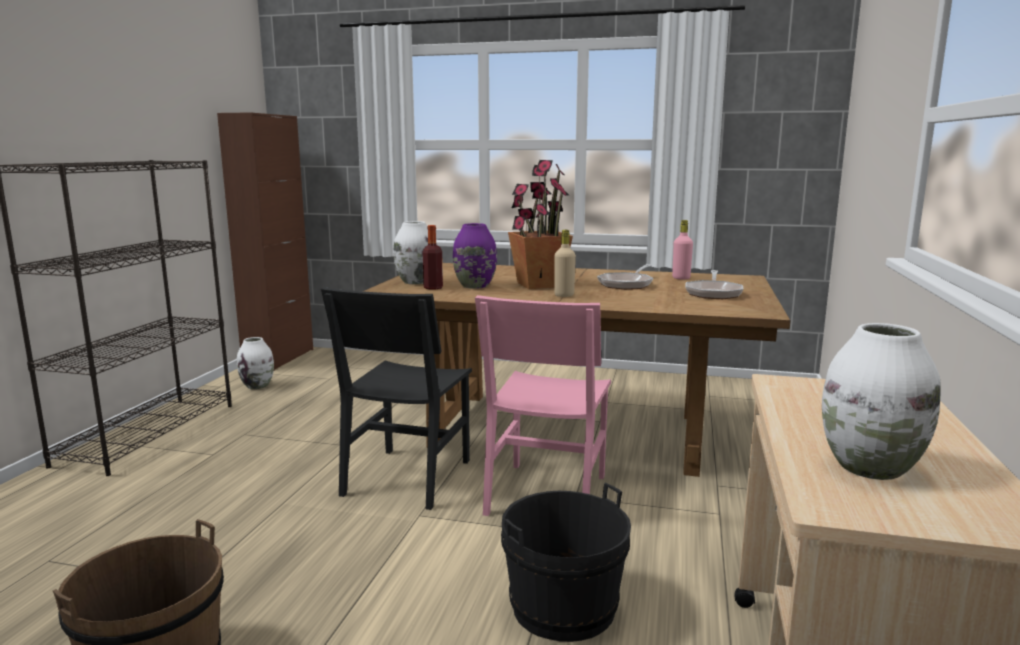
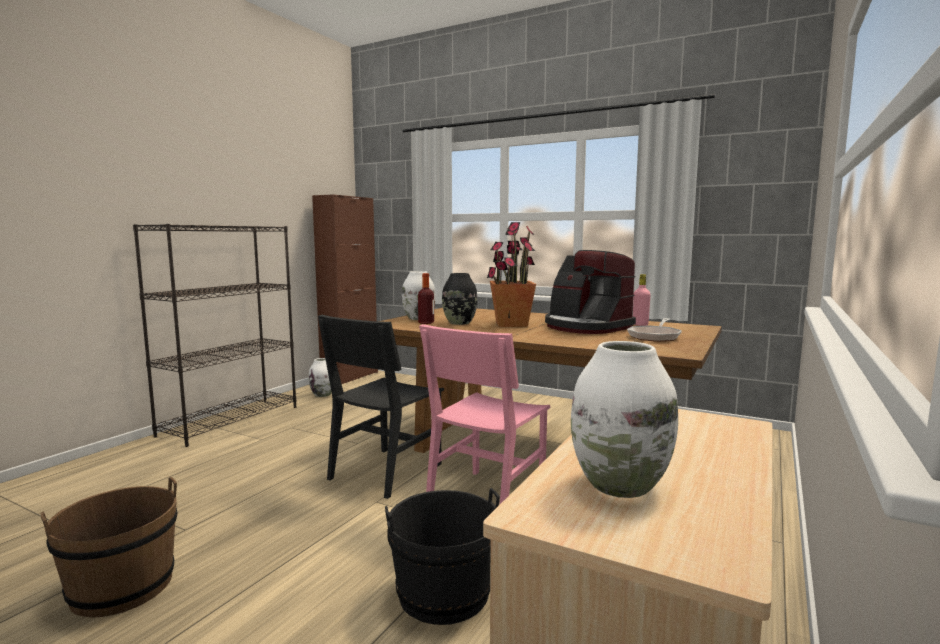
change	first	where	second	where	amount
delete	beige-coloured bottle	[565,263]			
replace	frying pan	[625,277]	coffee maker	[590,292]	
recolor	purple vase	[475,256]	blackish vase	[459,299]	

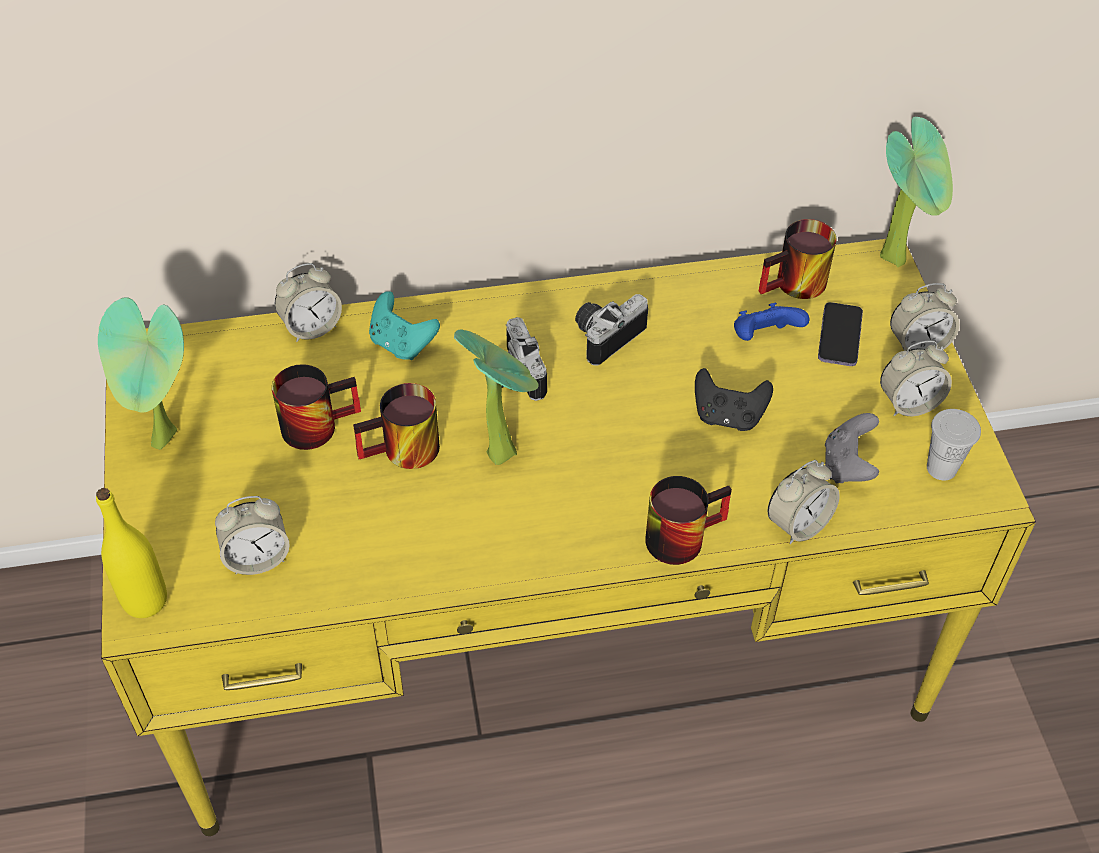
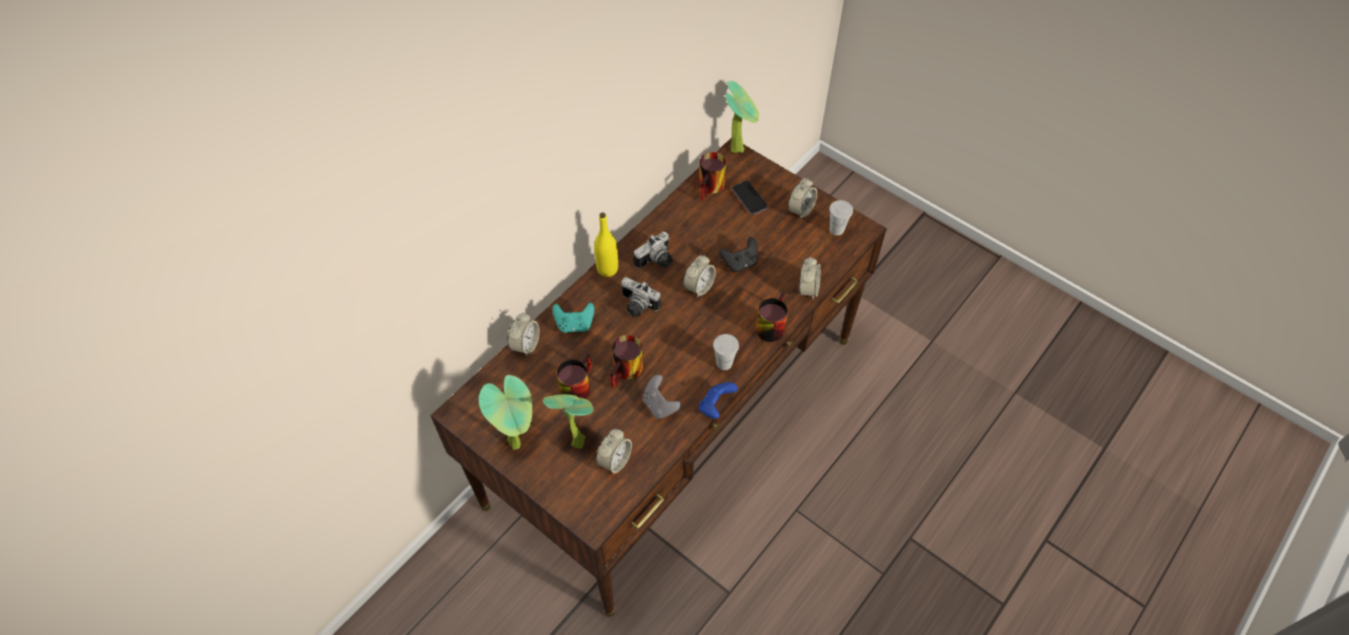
change	first	where	second	where	amount
insert			whitish drinking cup	[726,352]	
move	yellow bottle	[131,553]		[606,245]	
move	plant in a pot	[496,397]		[568,421]	
move	blue-coloured game controller	[771,322]		[718,400]	
move	grey game controller	[852,448]		[662,397]	
move	alarm clock	[924,317]		[699,276]	
recolor	yellow desk	[568,537]	brownish desk	[659,377]	
rotate	photo camera	[611,330]		[653,250]	135 degrees counterclockwise

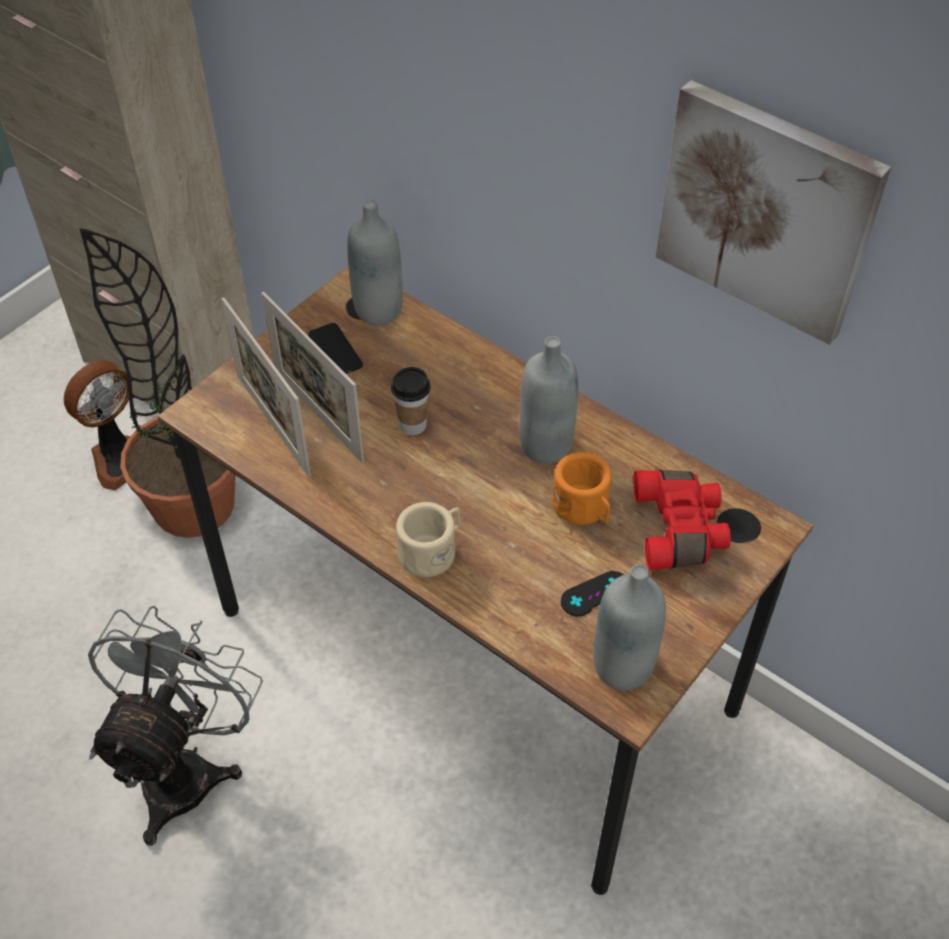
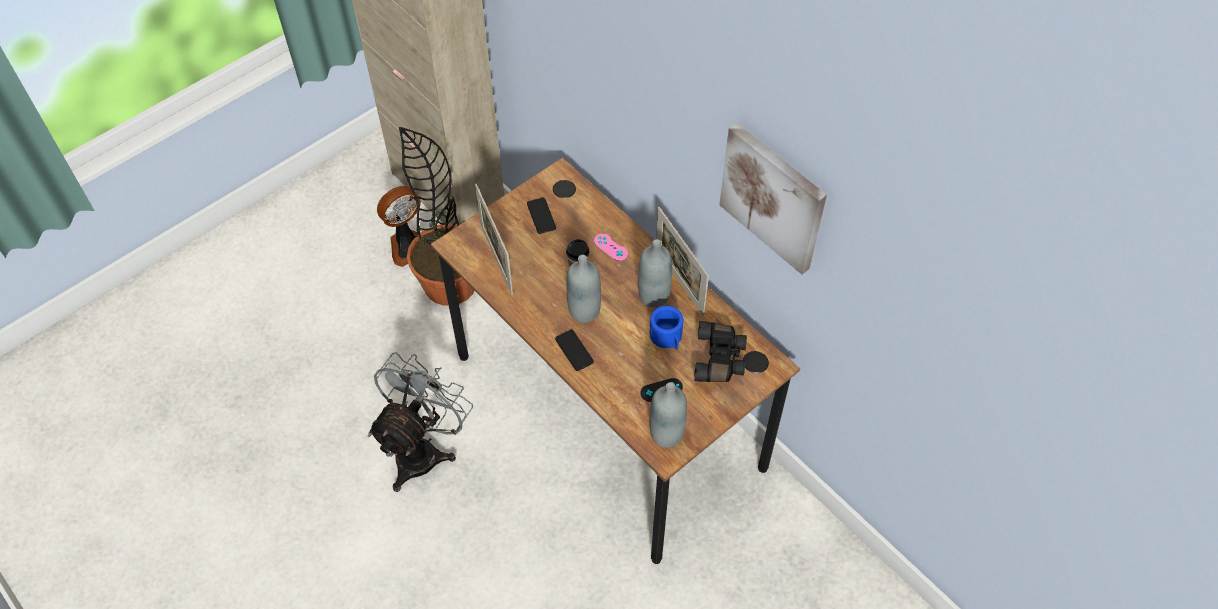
change	first	where	second	where	amount
insert			pinkish game controller	[611,247]	
move	standing frame	[312,377]		[682,261]	
move	grey bottle	[375,262]		[583,289]	
replace	beige-coloured tea mug	[428,539]	handset	[574,350]	
recolor	orange-coloured tea mug	[582,488]	blue-coloured tea mug	[666,328]	
recolor	red-coloured pair of binoculars	[682,520]	blackish pair of binoculars	[720,351]	

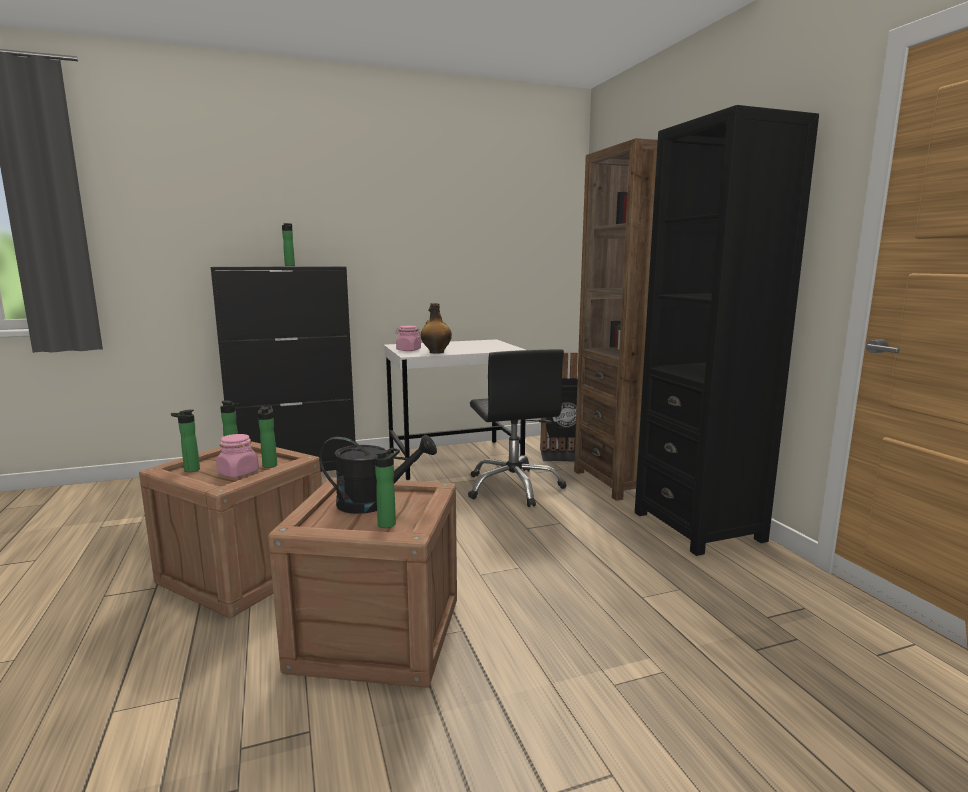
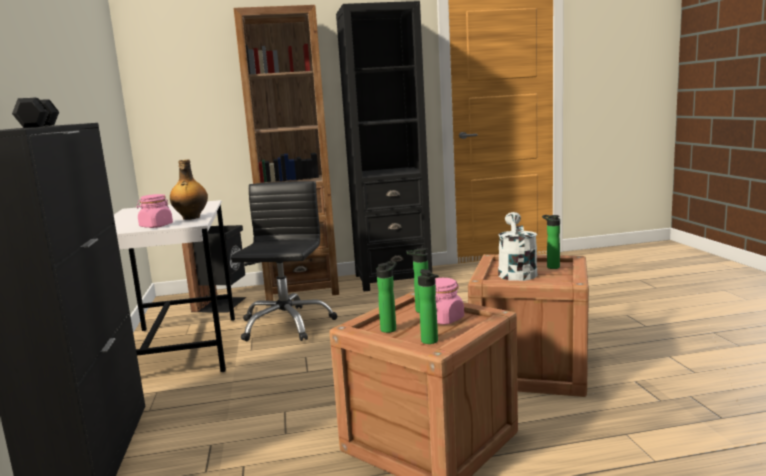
change	first	where	second	where	amount
replace	bottle	[288,244]	blackish dumbbell	[35,113]	
recolor	blackish watering pot	[378,474]	whitish watering pot	[517,246]	
rotate	blackish computer chair	[517,428]		[284,261]	75 degrees counterclockwise

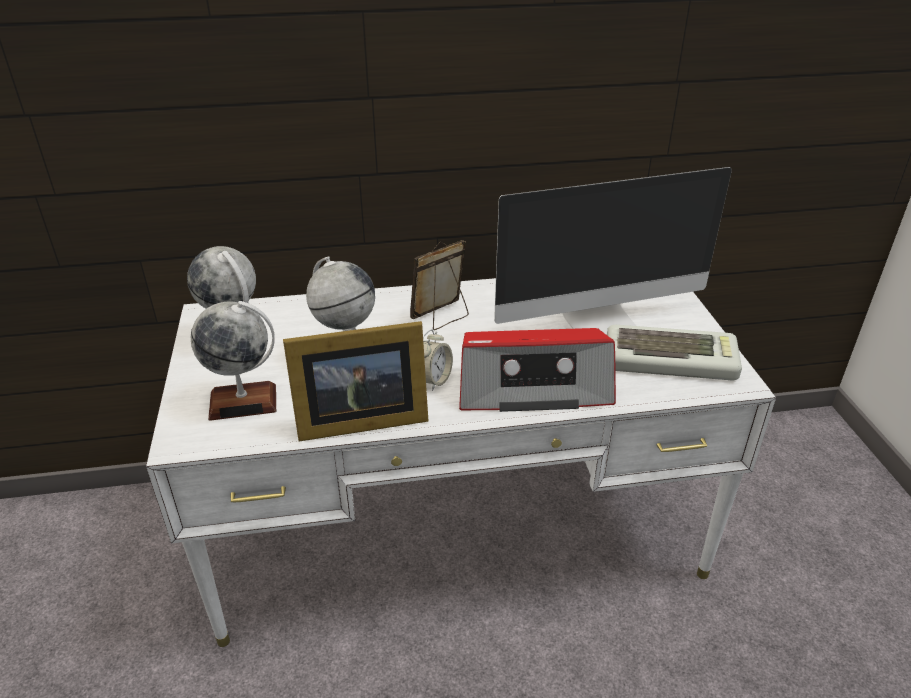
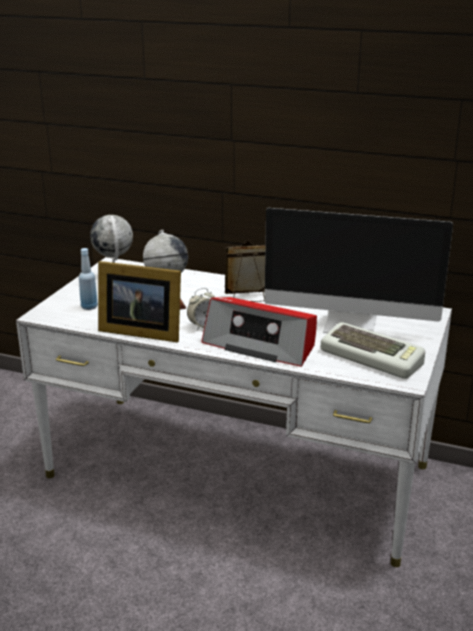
change	first	where	second	where	amount
replace	desk globe	[233,361]	blue-coloured bottle	[88,279]	

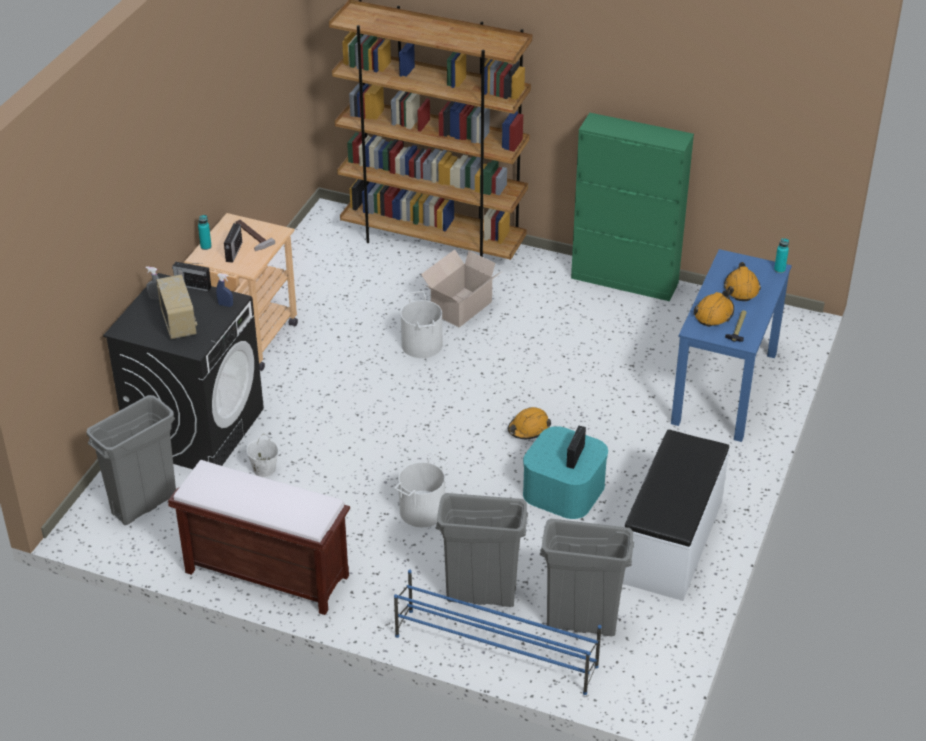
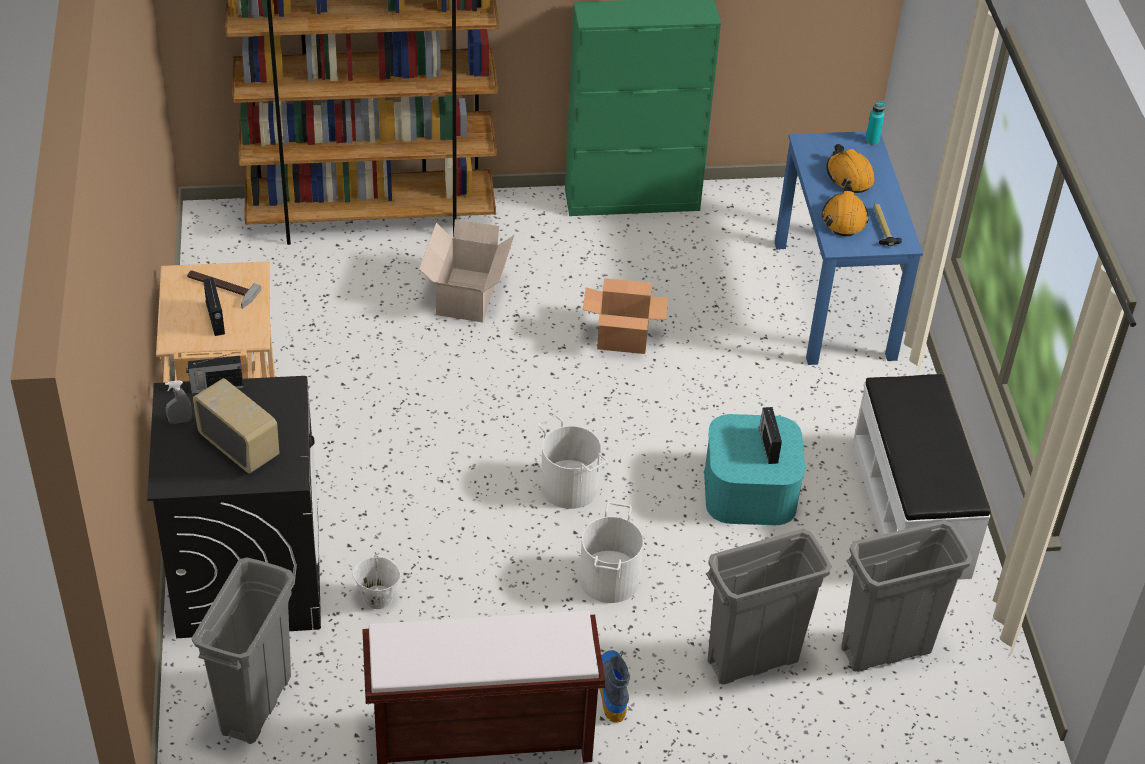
change	first	where	second	where	amount
delete	blue-green bottle	[205,232]			
delete	blue-coloured hand sprayer	[224,290]			
delete	blue-coloured shoe stand	[498,632]			
delete	orange-coloured hard hat	[529,423]			
insert			cardboard box	[625,316]	
insert			tall boot	[614,686]	
move	whitish water bucket	[421,324]		[572,461]	

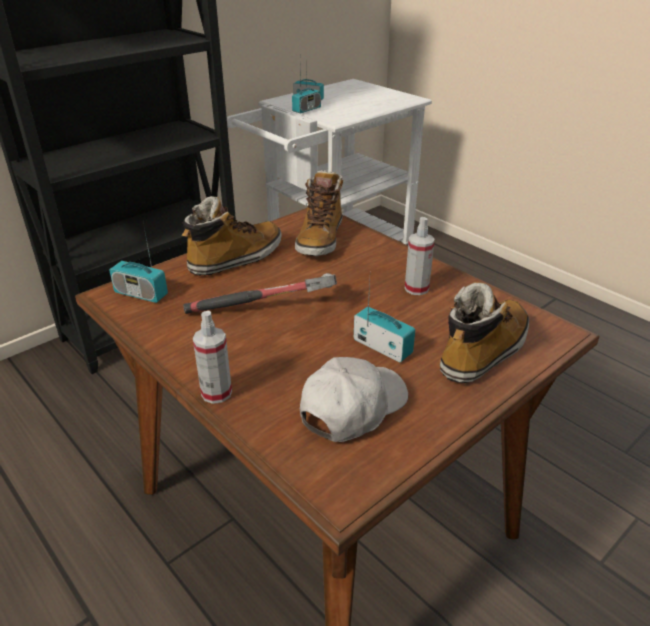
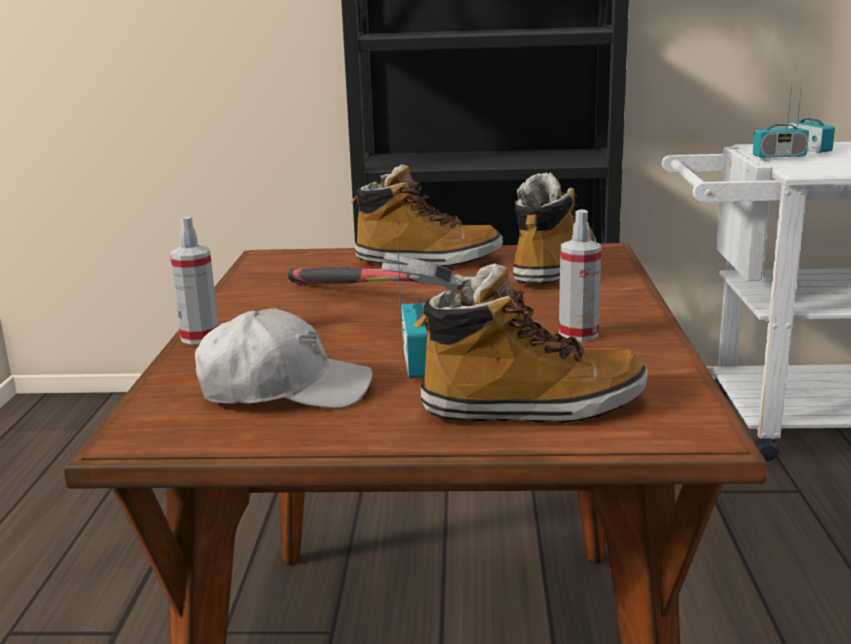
change	first	where	second	where	amount
delete	radio receiver	[138,262]			
rotate	tall boot	[319,213]		[554,228]	150 degrees clockwise

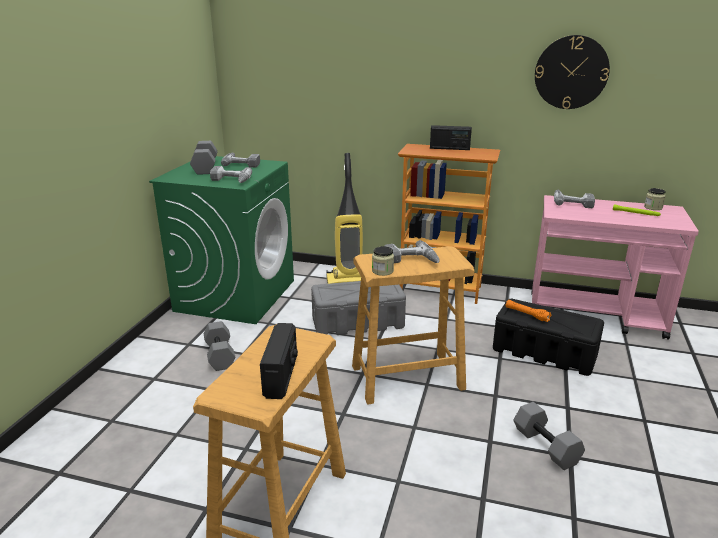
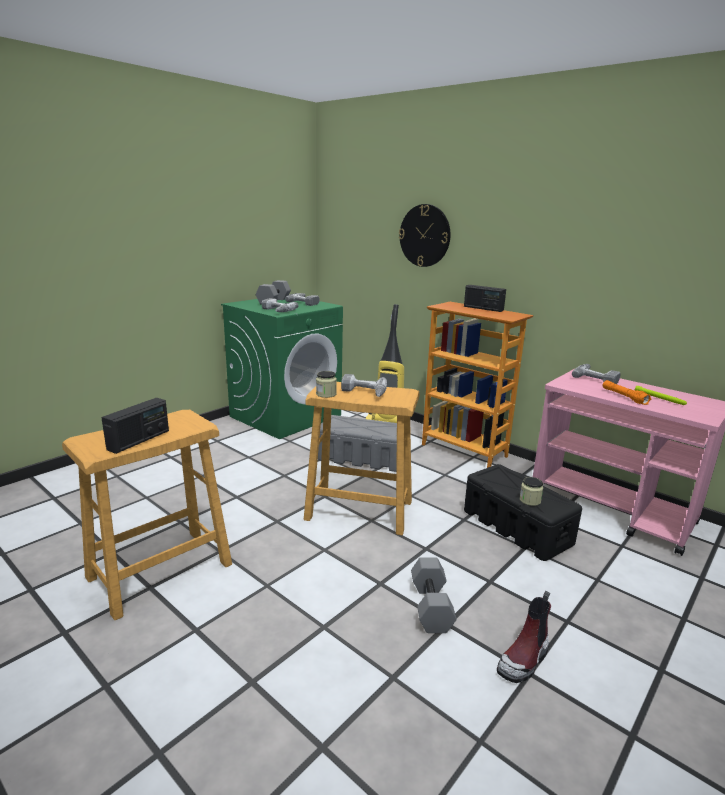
change	first	where	second	where	amount
delete	grey dumbbell	[219,346]			
insert			tall boot	[524,637]	
move	orange-coloured torch	[529,311]		[627,392]	
move	wall clock	[572,72]		[424,235]	
move	jar	[655,199]		[531,491]	

